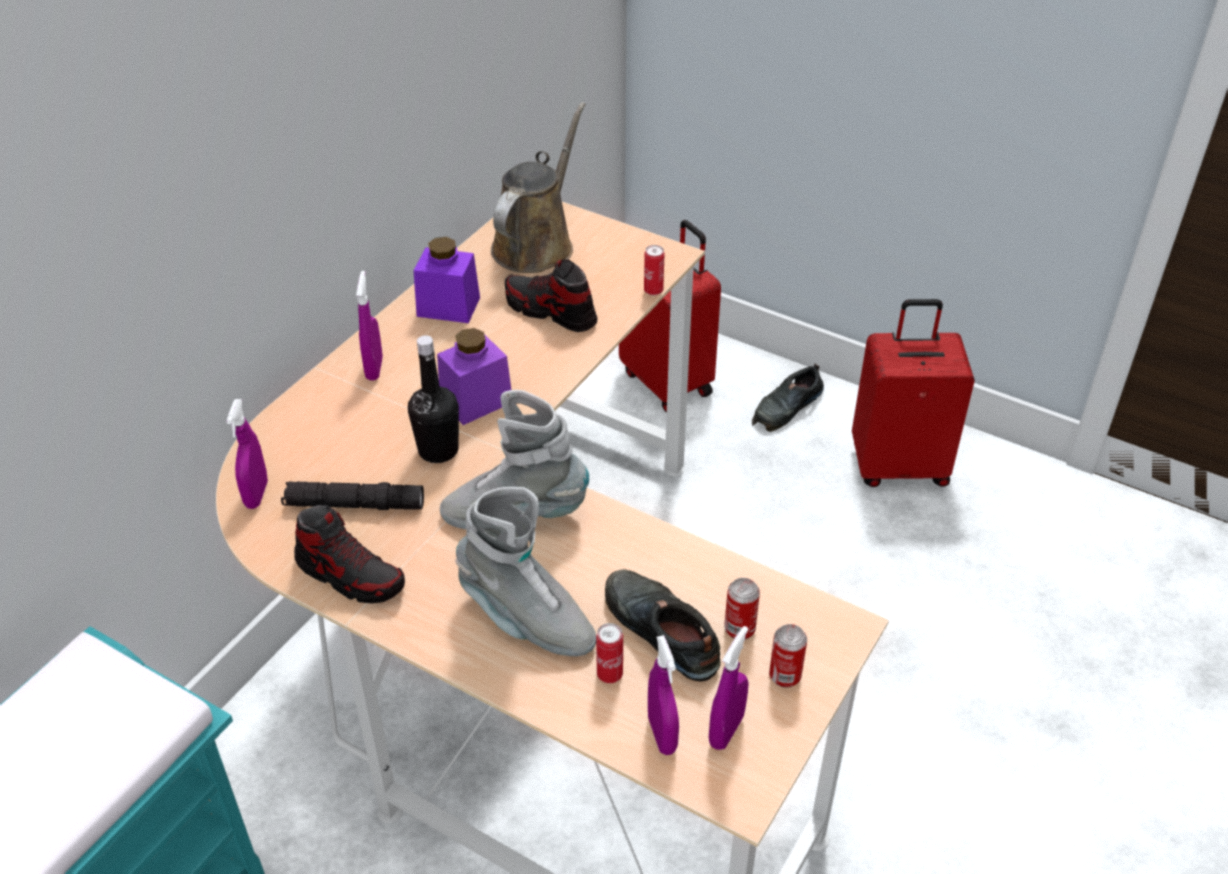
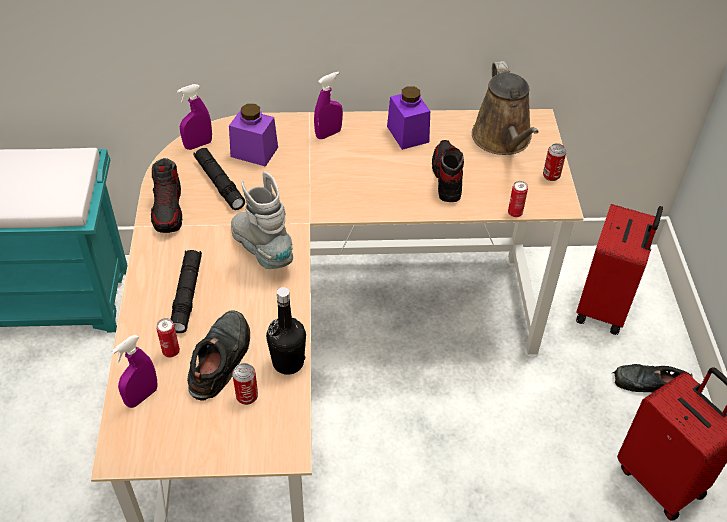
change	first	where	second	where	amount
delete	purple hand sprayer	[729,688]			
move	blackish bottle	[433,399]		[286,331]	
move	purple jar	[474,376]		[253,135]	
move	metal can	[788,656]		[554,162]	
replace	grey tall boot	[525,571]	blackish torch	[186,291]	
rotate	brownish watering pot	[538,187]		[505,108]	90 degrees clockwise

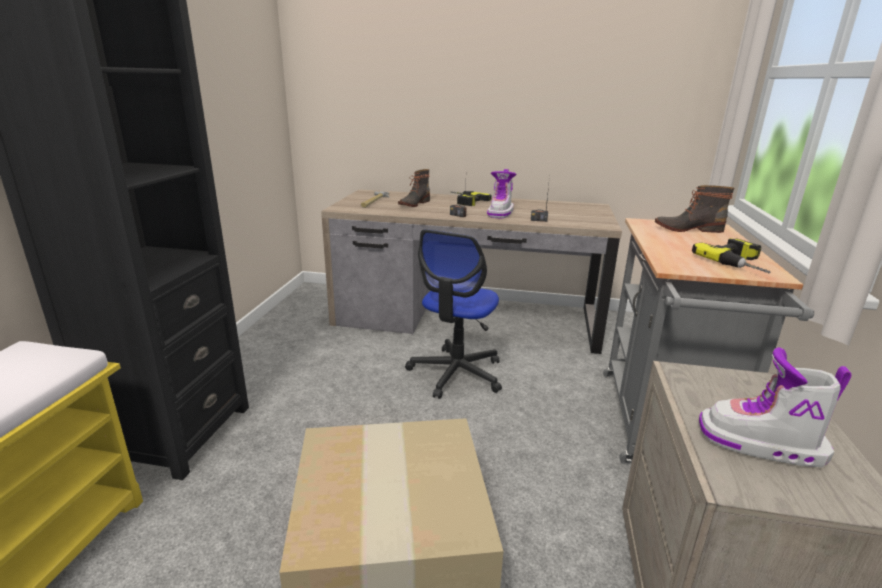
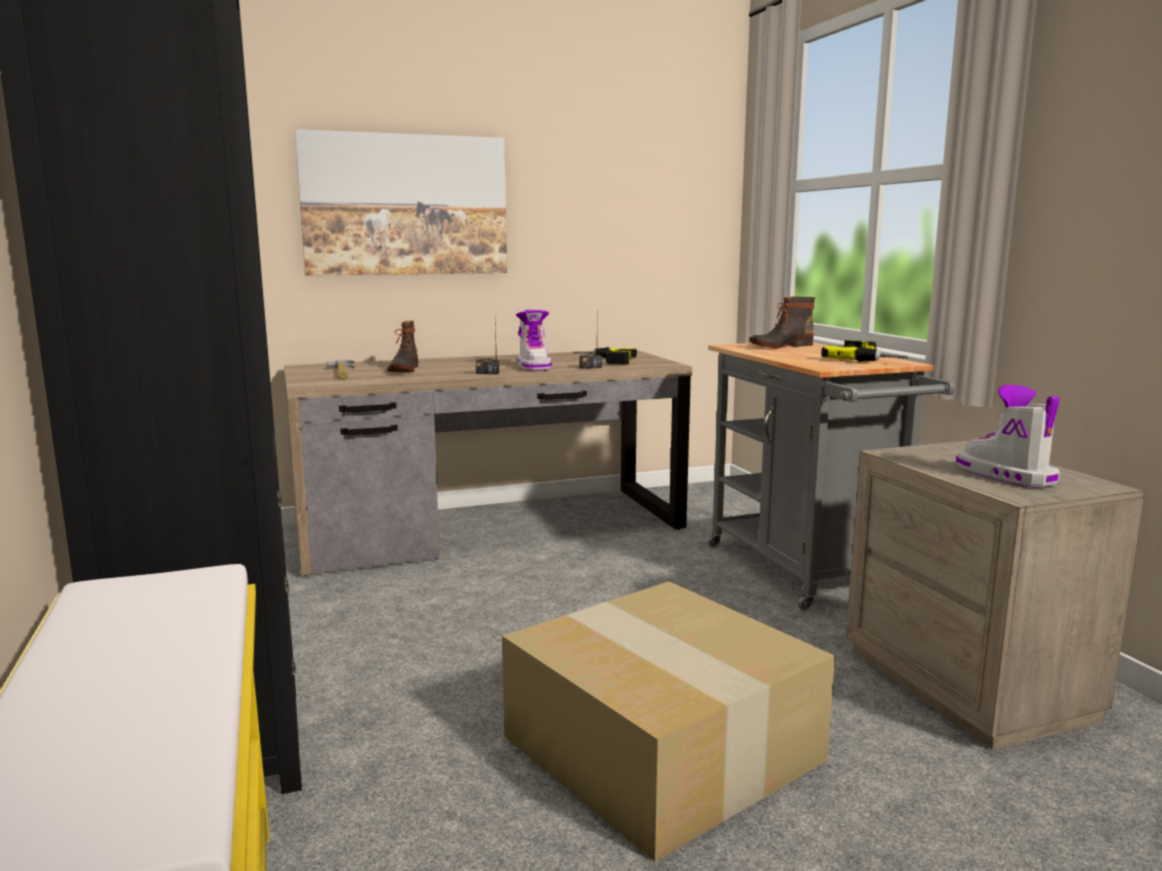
change	first	where	second	where	amount
delete	computer chair	[453,314]			
insert			wall art	[401,202]	
move	power drill	[471,198]		[605,355]	
rotate	tall boot	[775,407]		[1008,436]	75 degrees clockwise

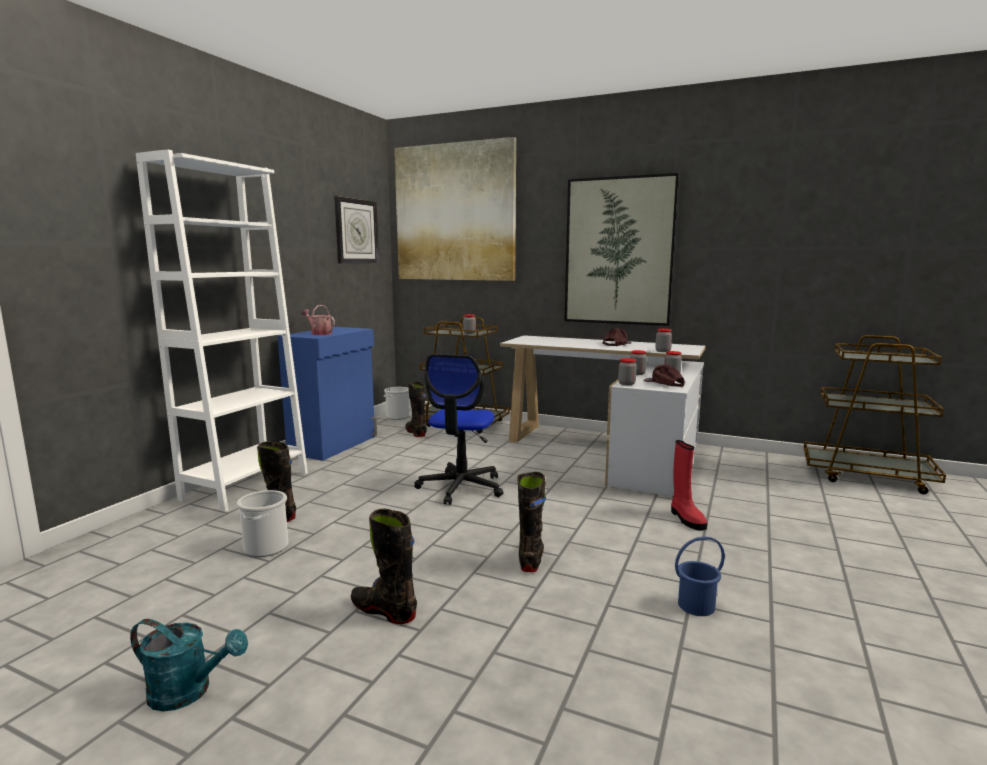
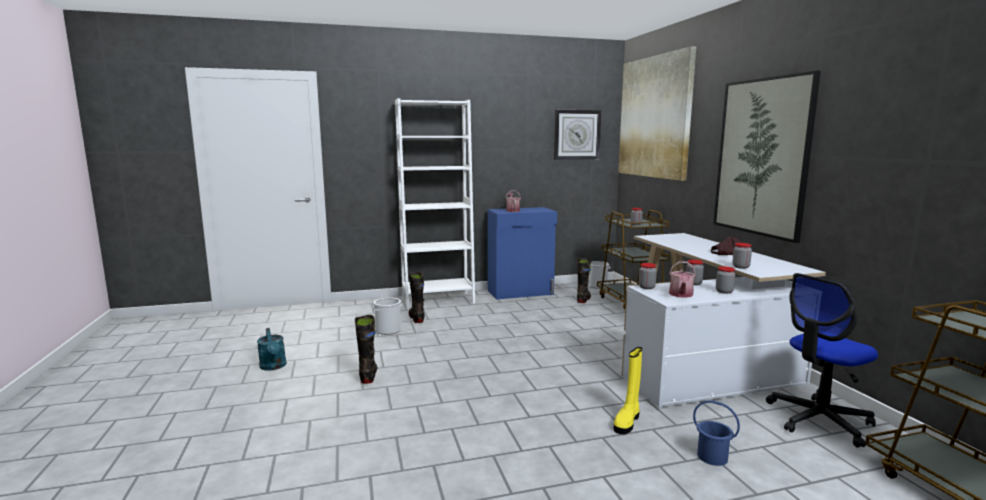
change	first	where	second	where	amount
delete	blackish tall boot	[531,522]			
move	computer chair	[459,429]		[822,360]	
move	blue-coloured water bucket	[700,576]		[716,433]	
replace	brownish peaked cap	[663,375]	watering pot	[682,279]	
recolor	red-coloured tall boot	[689,485]	yellow tall boot	[628,391]	

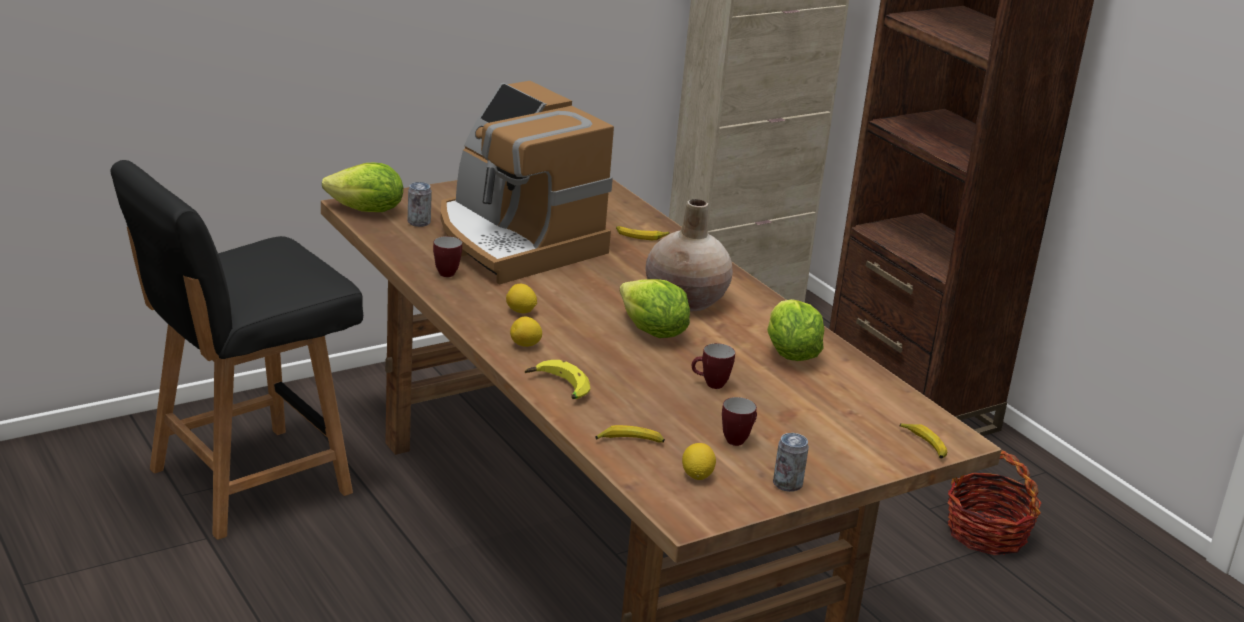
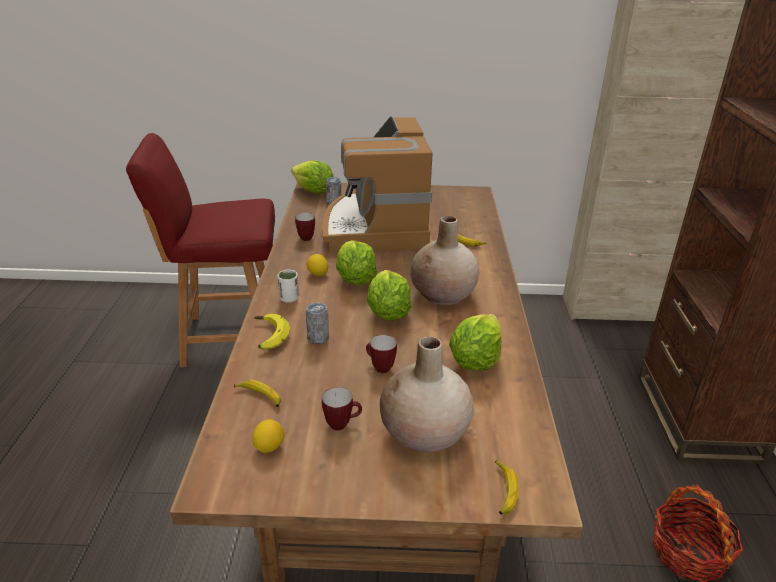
change	first	where	second	where	amount
insert			lettuce head	[356,262]	
insert			beige-coloured vase	[427,394]	
move	metal can	[791,462]		[317,324]	
replace	lemon	[526,332]	whitish drinking cup	[288,286]	
recolor	blackish chair	[236,350]	red-coloured chair	[200,250]	

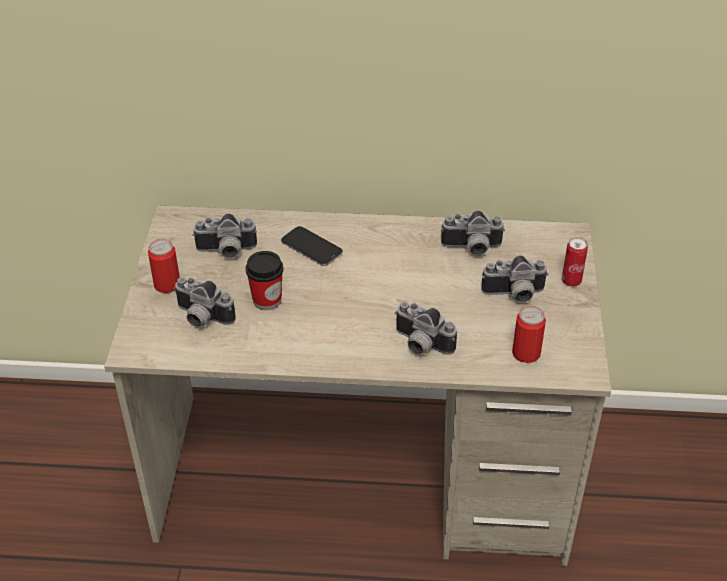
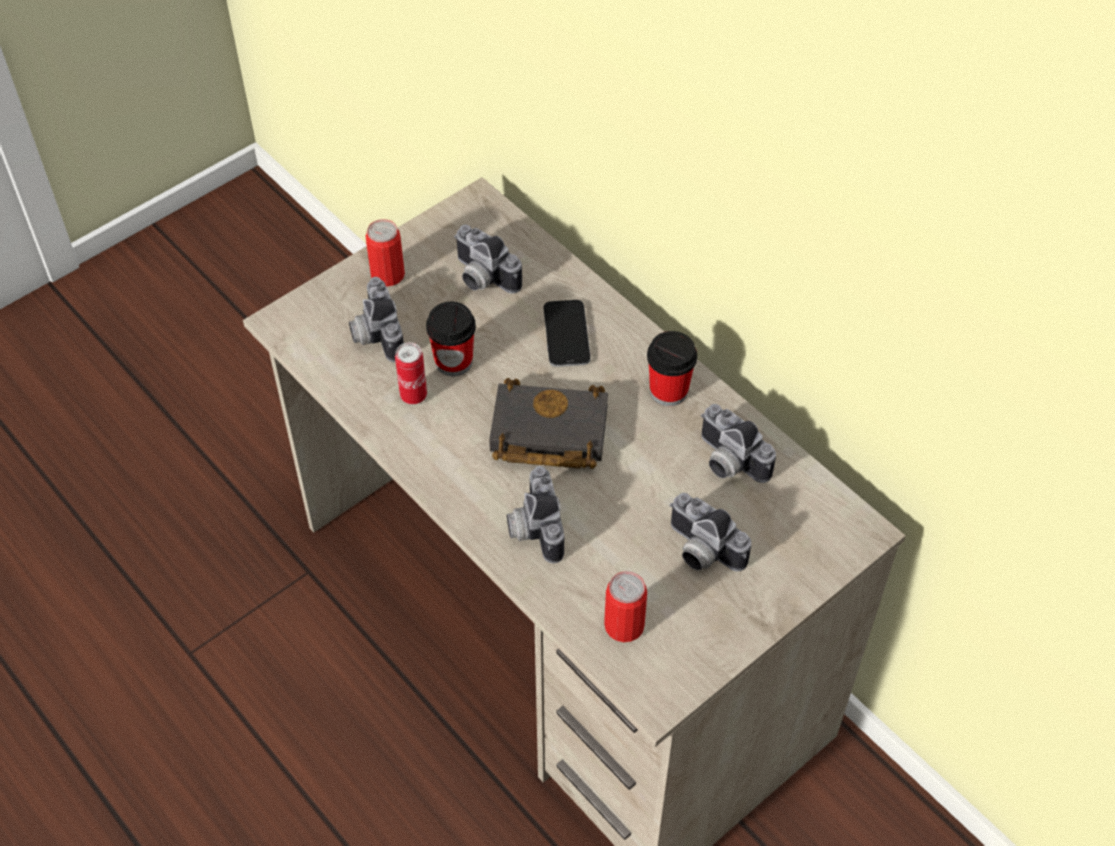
change	first	where	second	where	amount
insert			blackish book	[548,423]	
insert			drinking cup	[672,368]	
move	metal can	[575,262]		[411,373]	

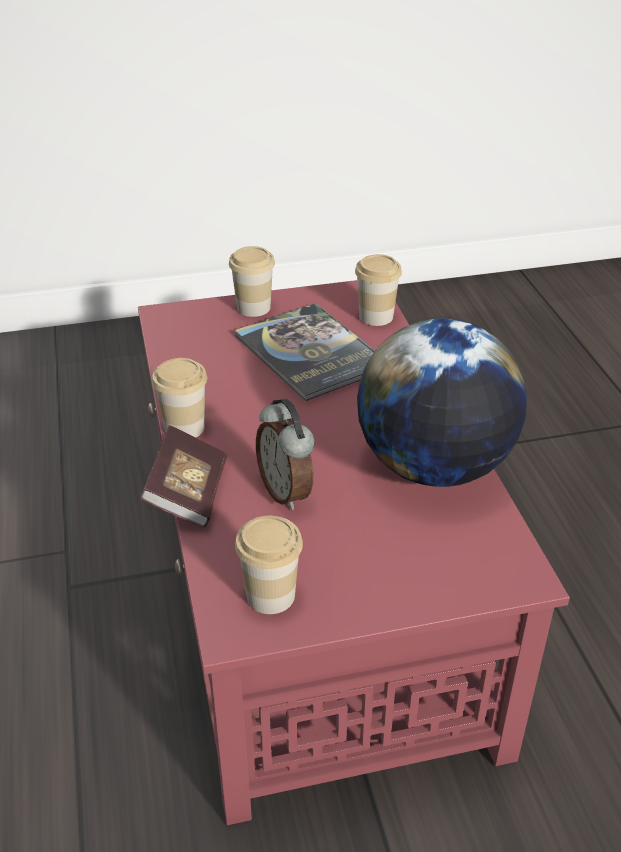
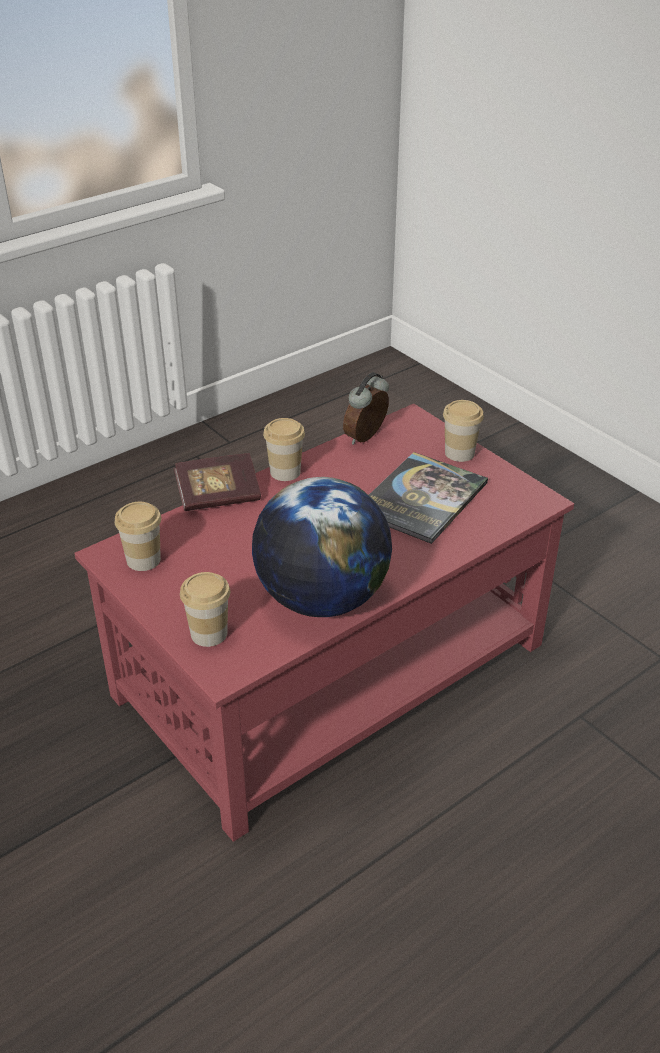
change	first	where	second	where	amount
move	alarm clock	[285,454]		[366,408]	
move	drinking cup	[378,290]		[205,609]	

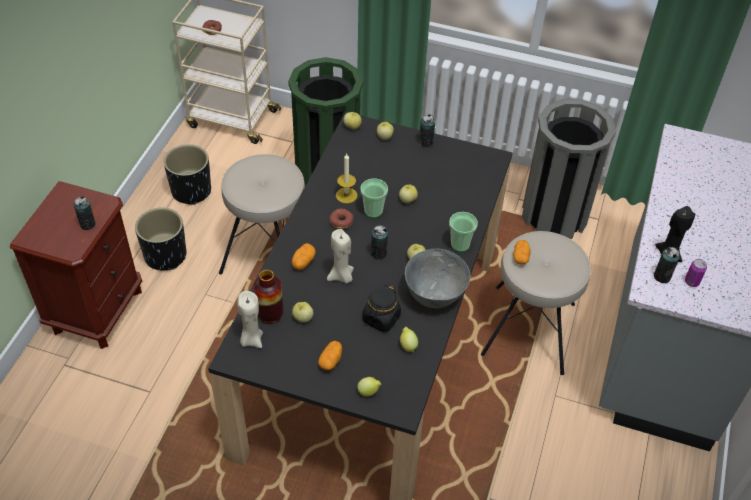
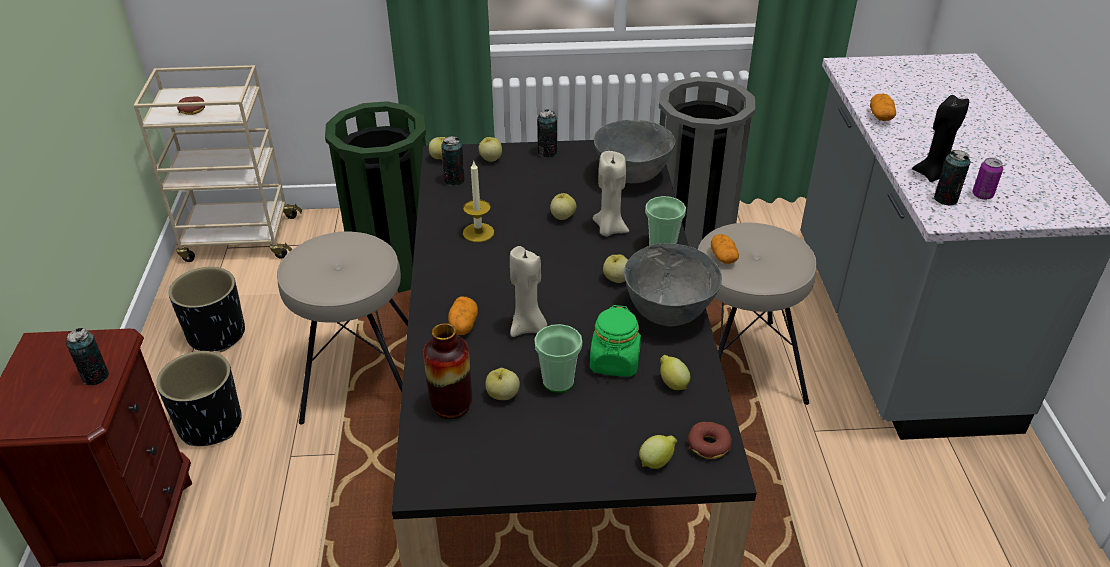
change	first	where	second	where	amount
insert			grey serving bowl	[634,151]	
move	beige-coloured wax candle	[250,319]		[611,194]	
move	whole potato	[330,355]		[883,107]	
move	donut	[341,219]		[709,440]	
move	drinking cup	[374,198]		[558,358]	
move	metal can	[379,242]		[453,161]	
recolor	blackish jar	[382,308]	greenish jar	[615,341]	

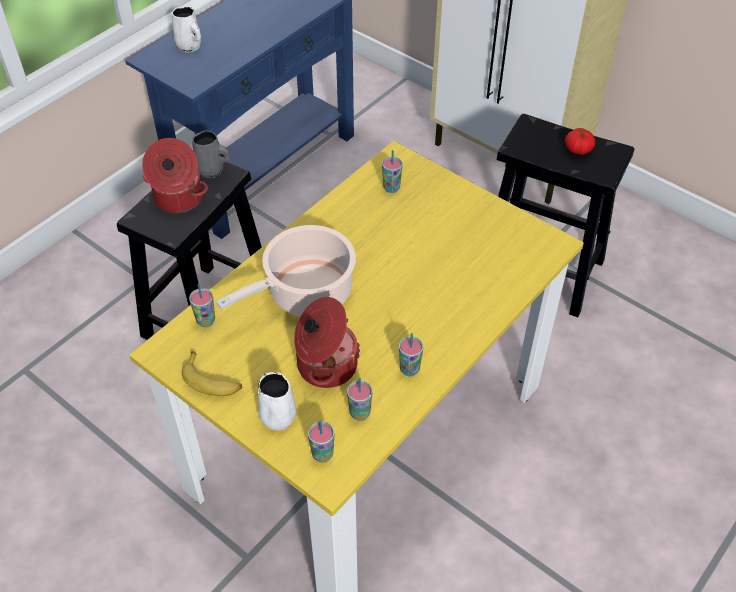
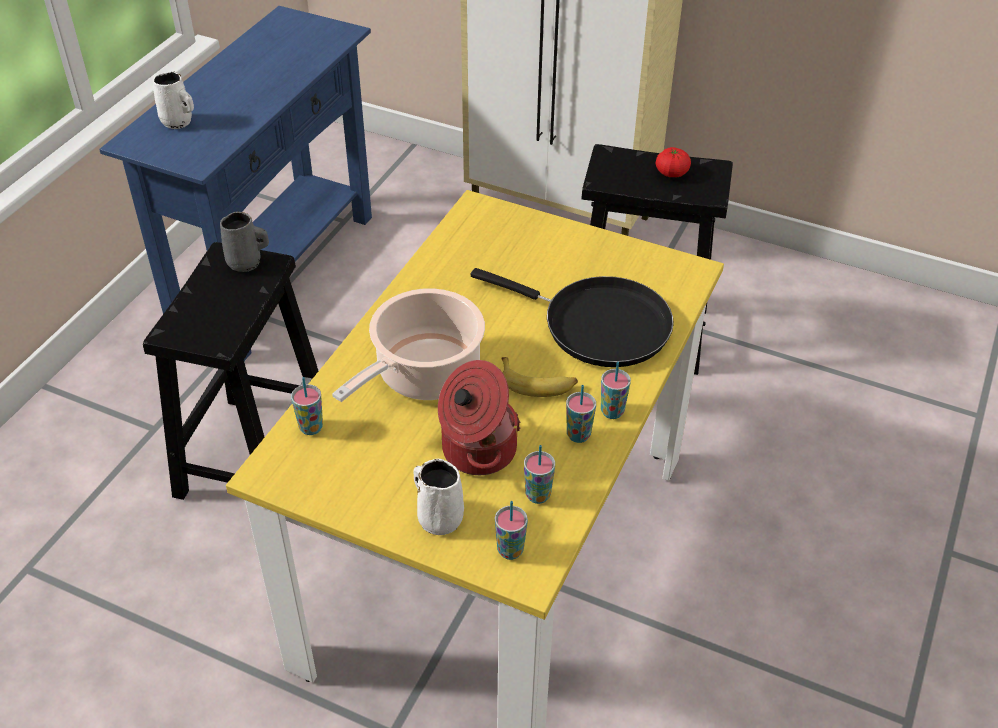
change	first	where	second	where	amount
delete	saucepot	[175,175]			
insert			blackish frying pan	[572,317]	
move	banana fruit	[212,373]		[539,377]	
move	drinking cup	[392,171]		[616,390]	

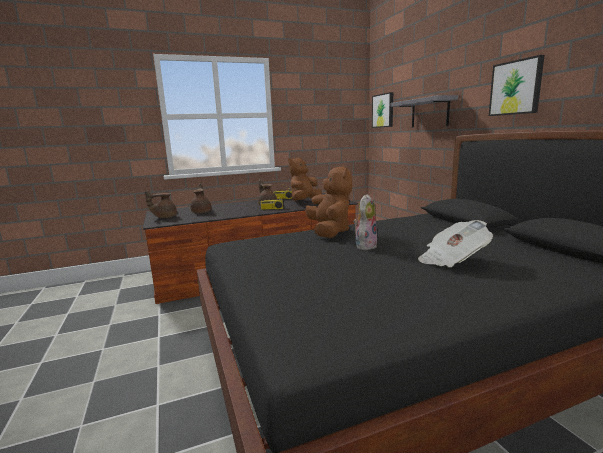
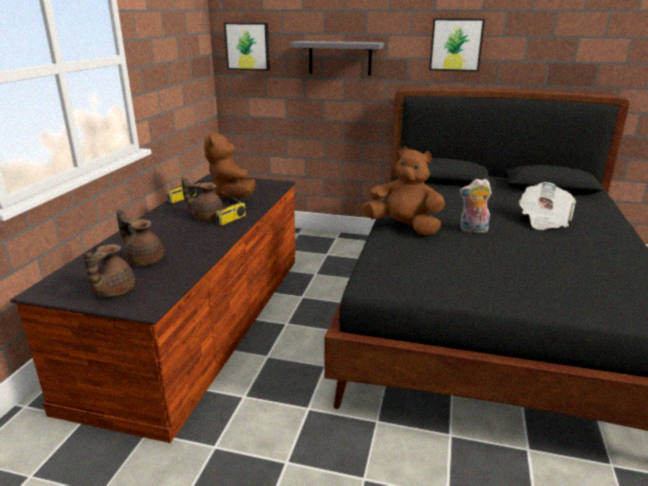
change	first	where	second	where	amount
rotate	plush toy	[365,222]		[475,206]	60 degrees counterclockwise

